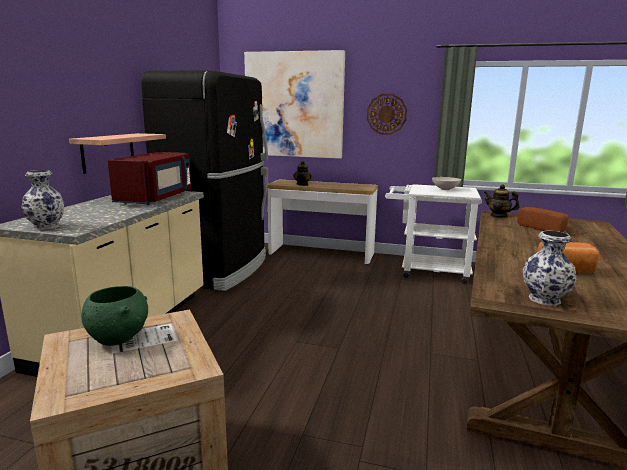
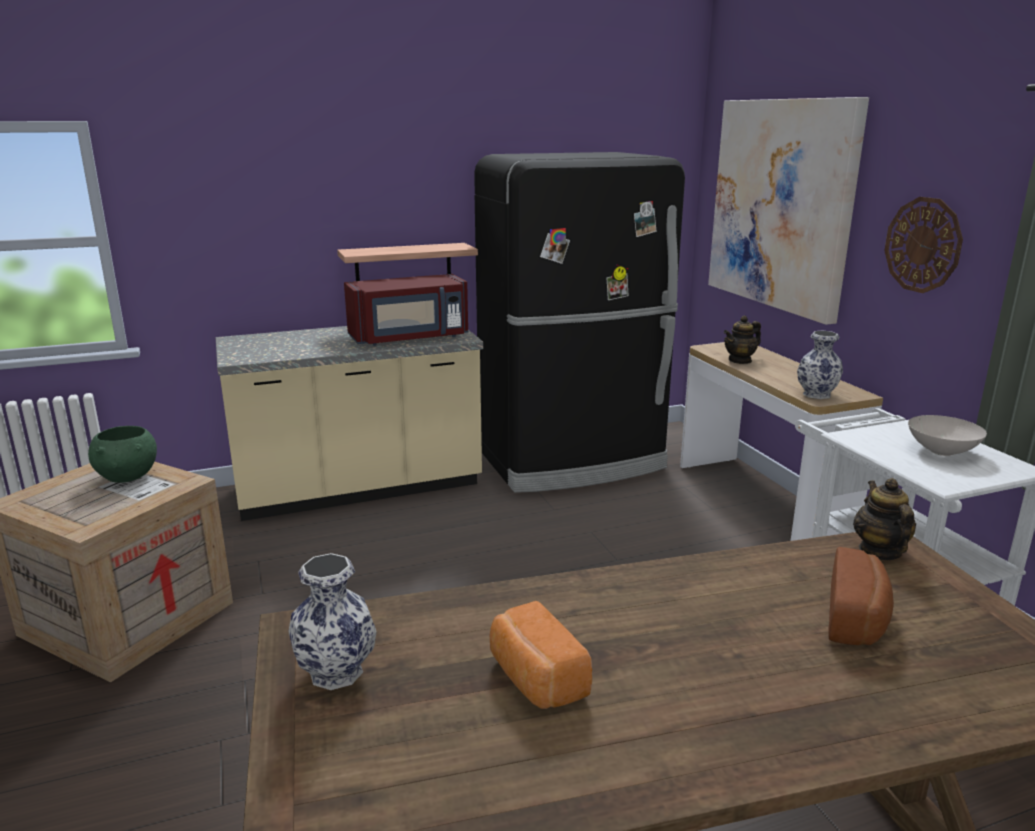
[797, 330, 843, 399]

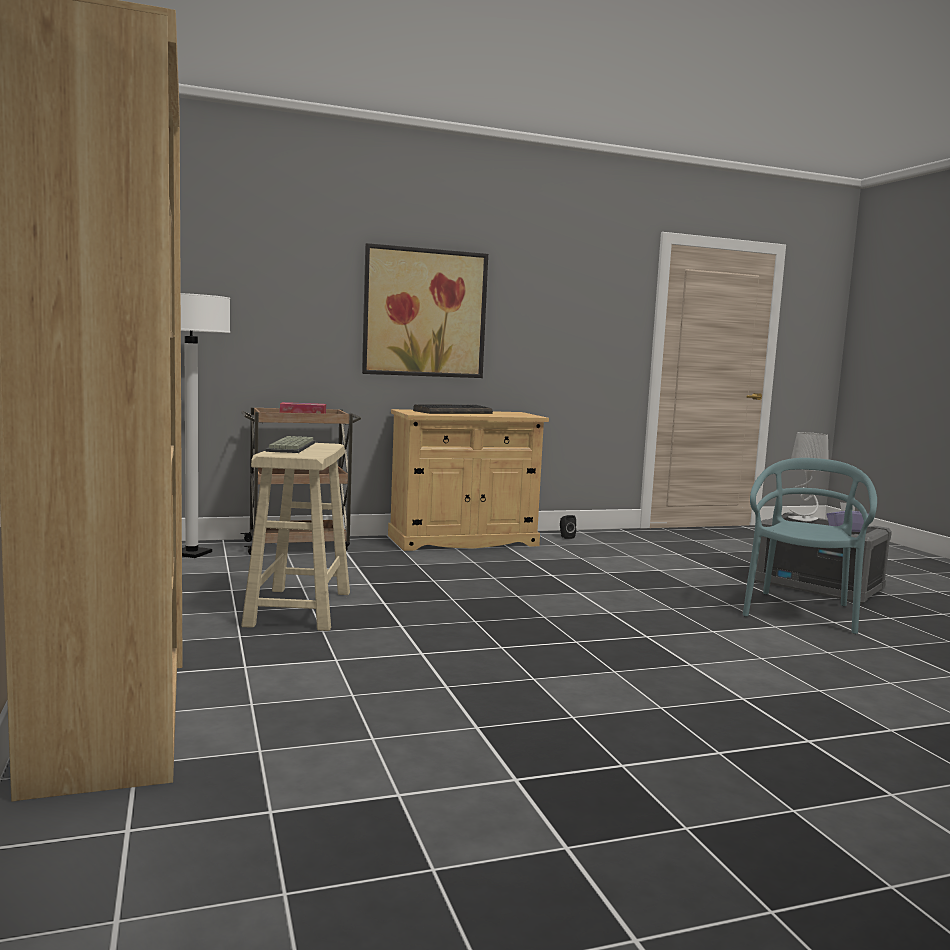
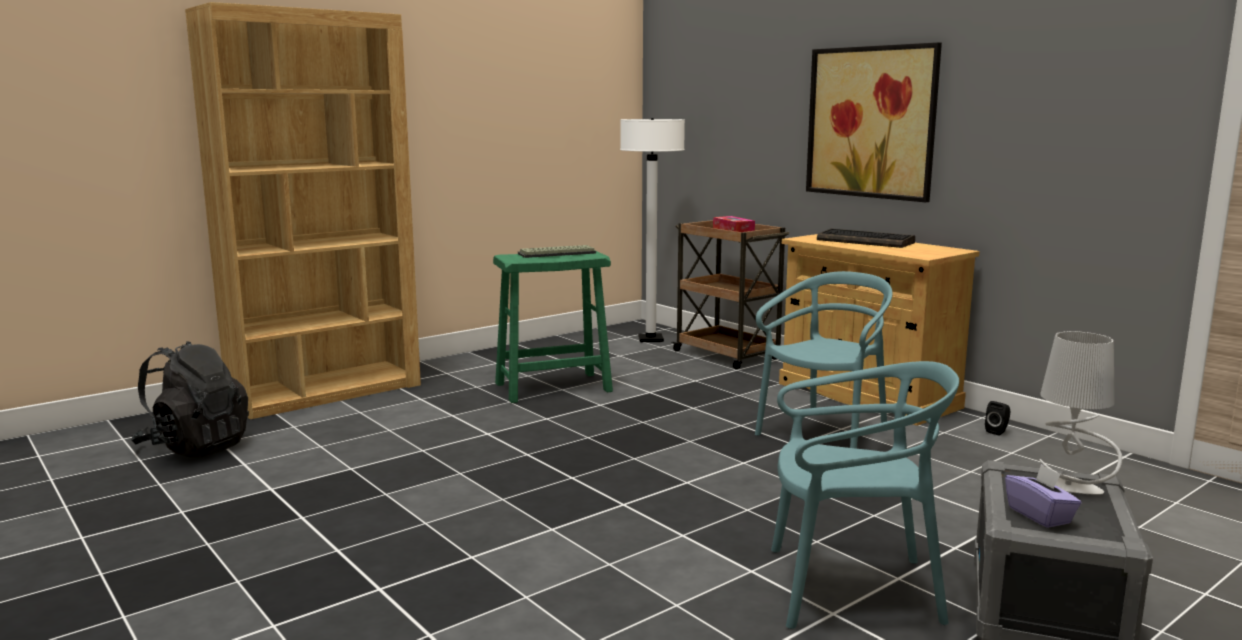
[131, 341, 249, 458]
[755, 271, 893, 449]
[493, 251, 613, 403]

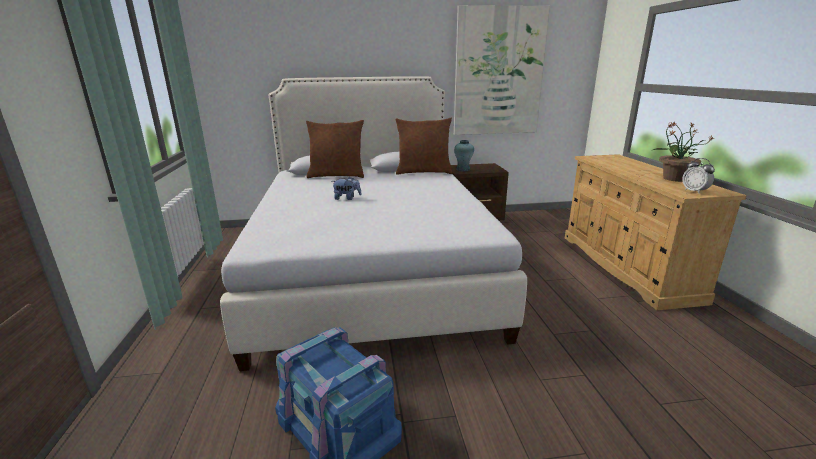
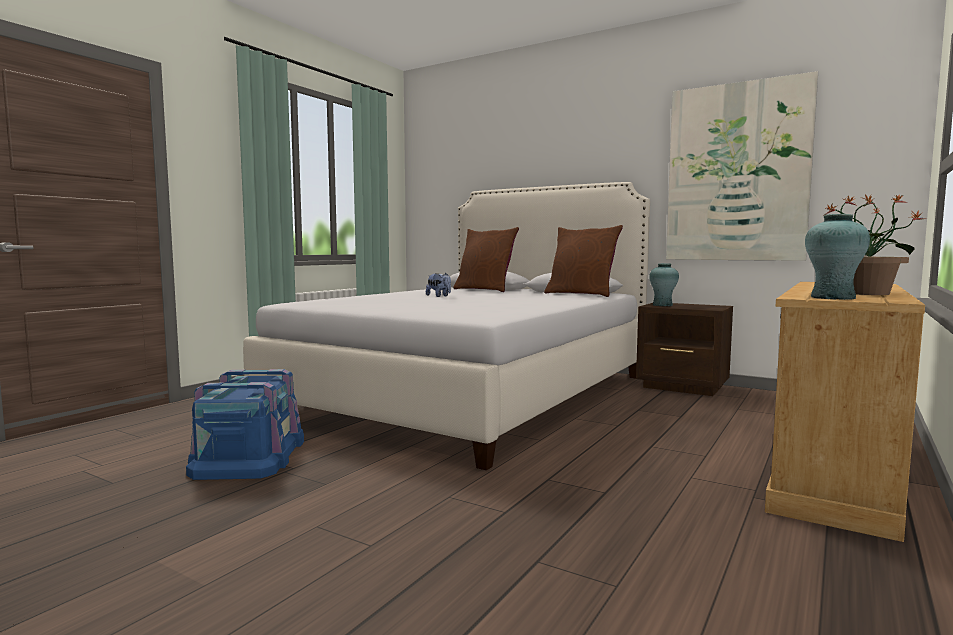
[805, 214, 870, 300]

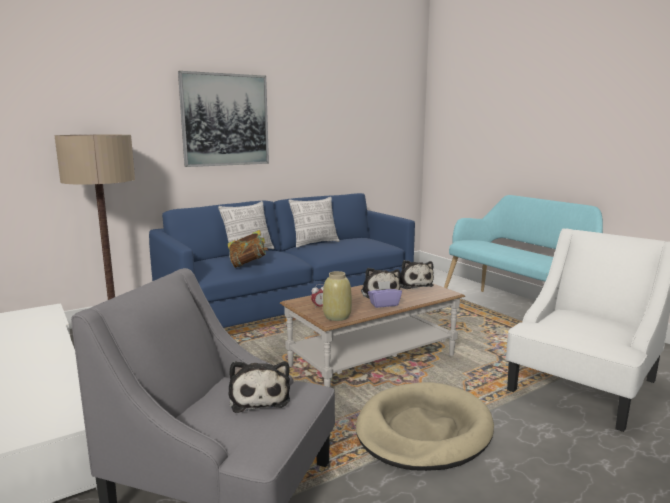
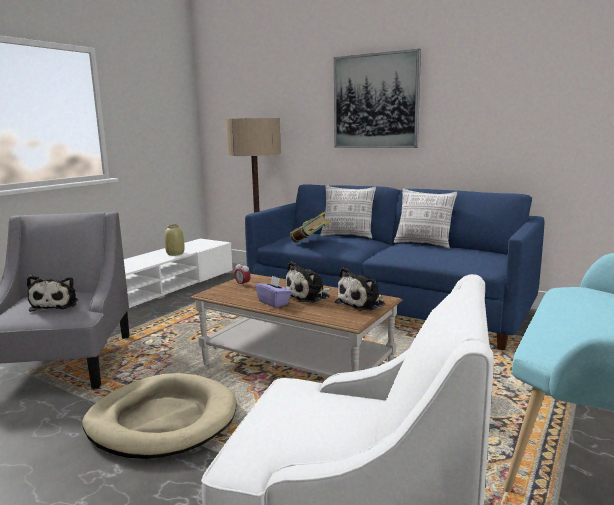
[165, 224, 185, 256]
[27, 275, 78, 312]

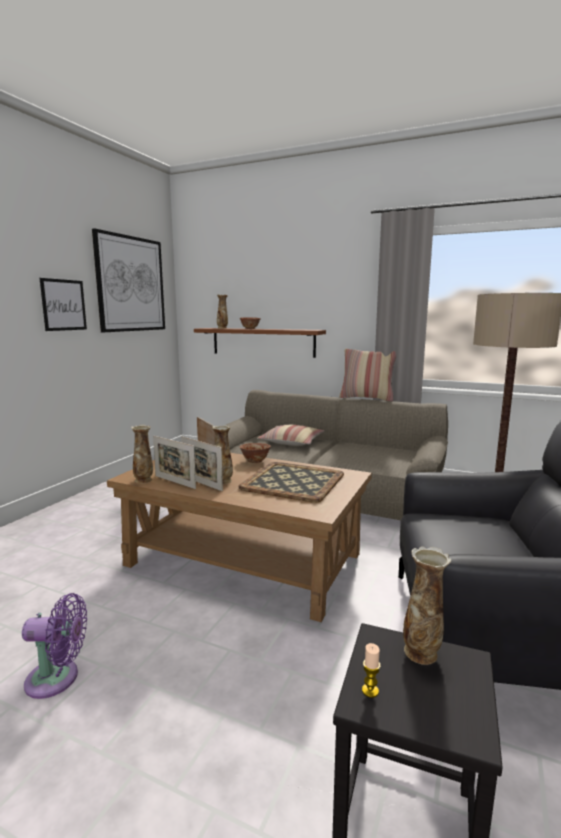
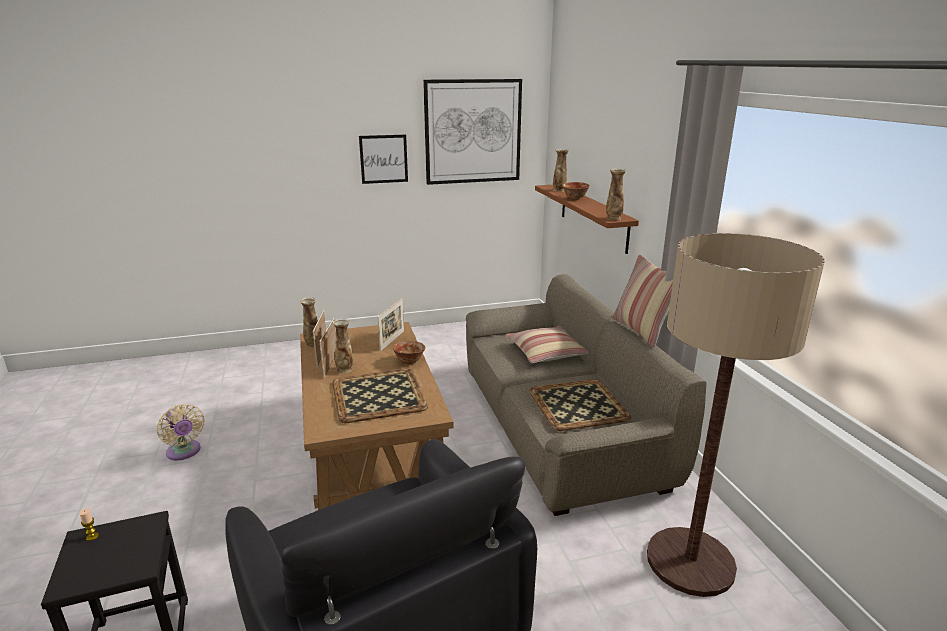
[529, 379, 631, 431]
[606, 168, 626, 221]
[157, 404, 205, 460]

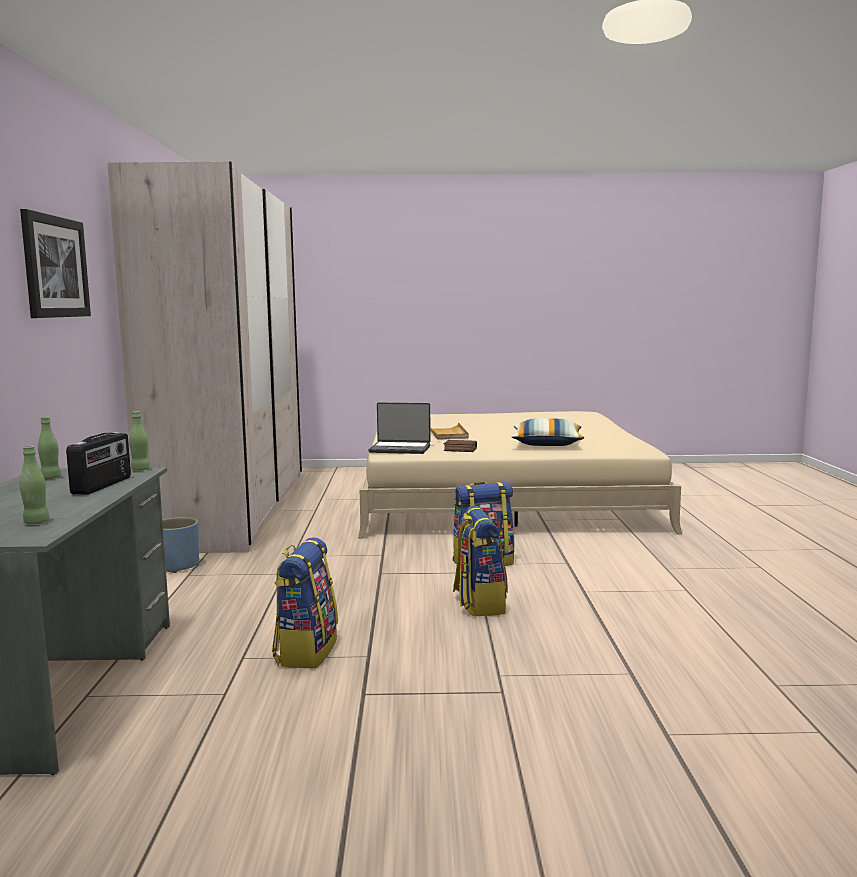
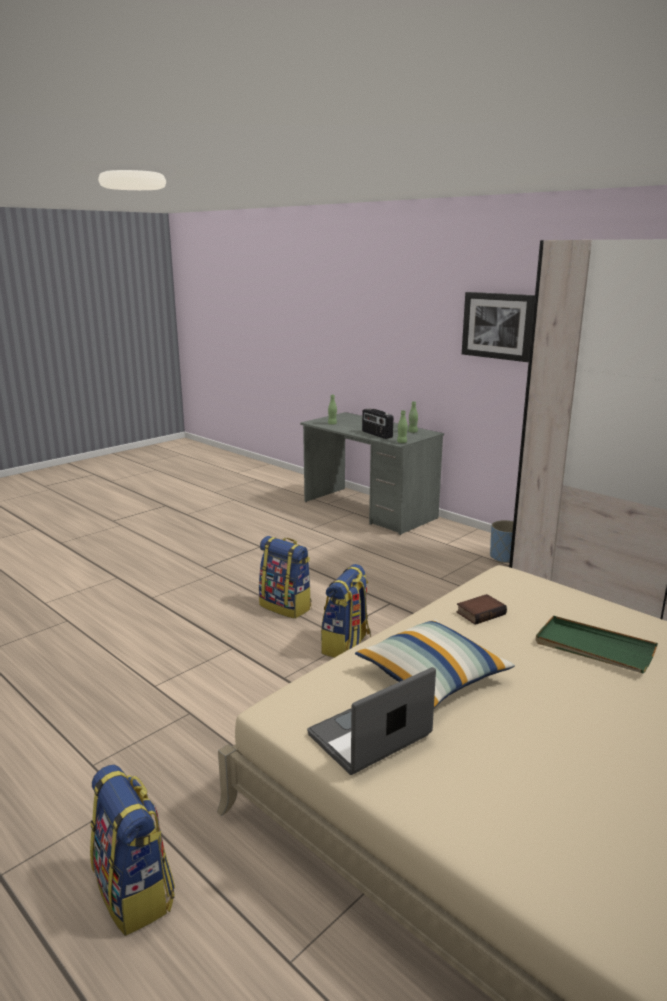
[90, 765, 175, 936]
[307, 667, 436, 775]
[535, 616, 658, 673]

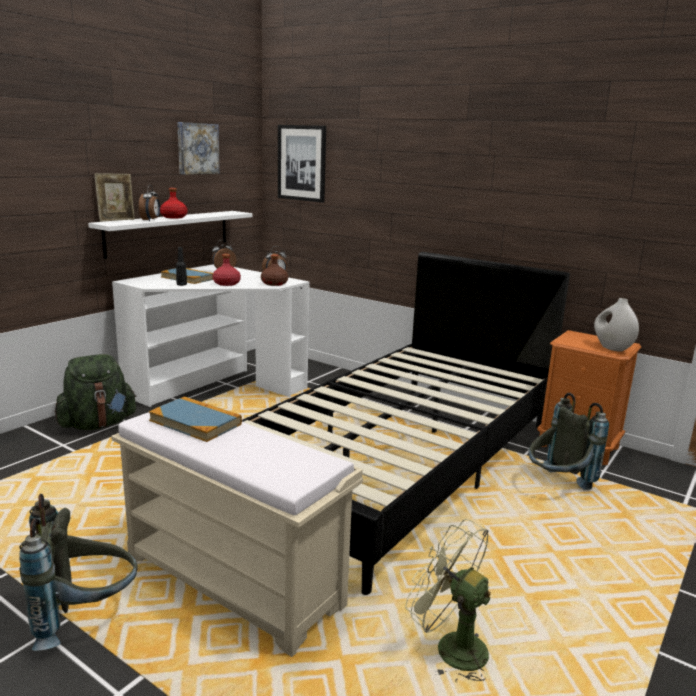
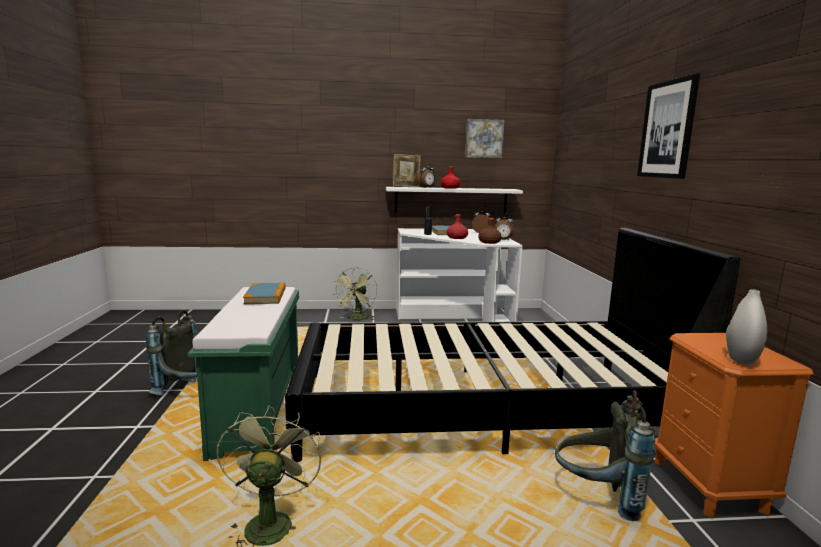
[637, 73, 700, 179]
[333, 267, 377, 320]
[188, 287, 299, 461]

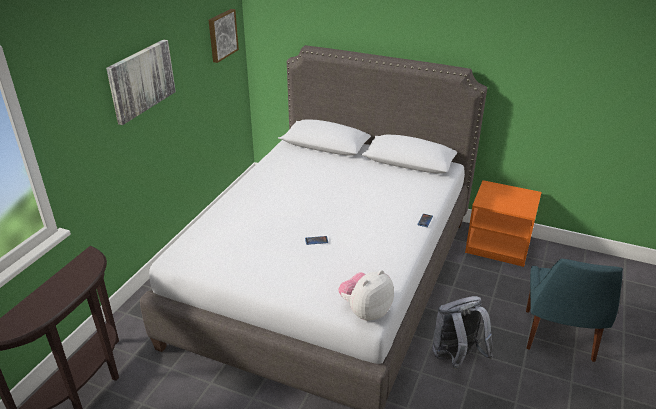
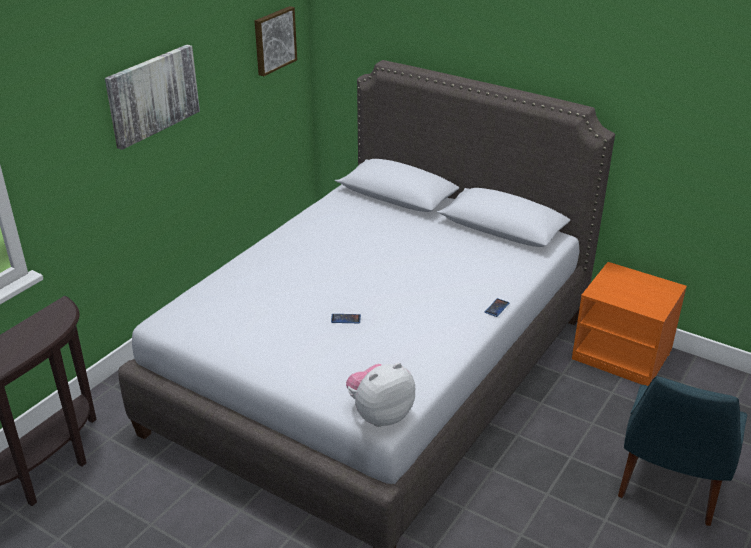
[432, 296, 493, 370] (first image)

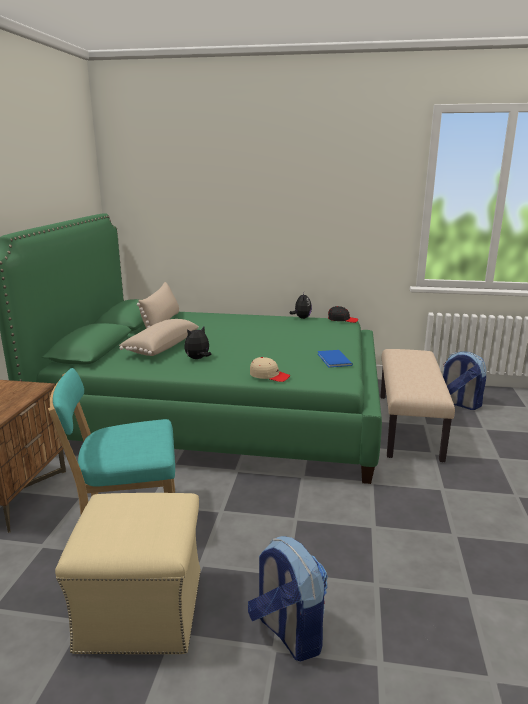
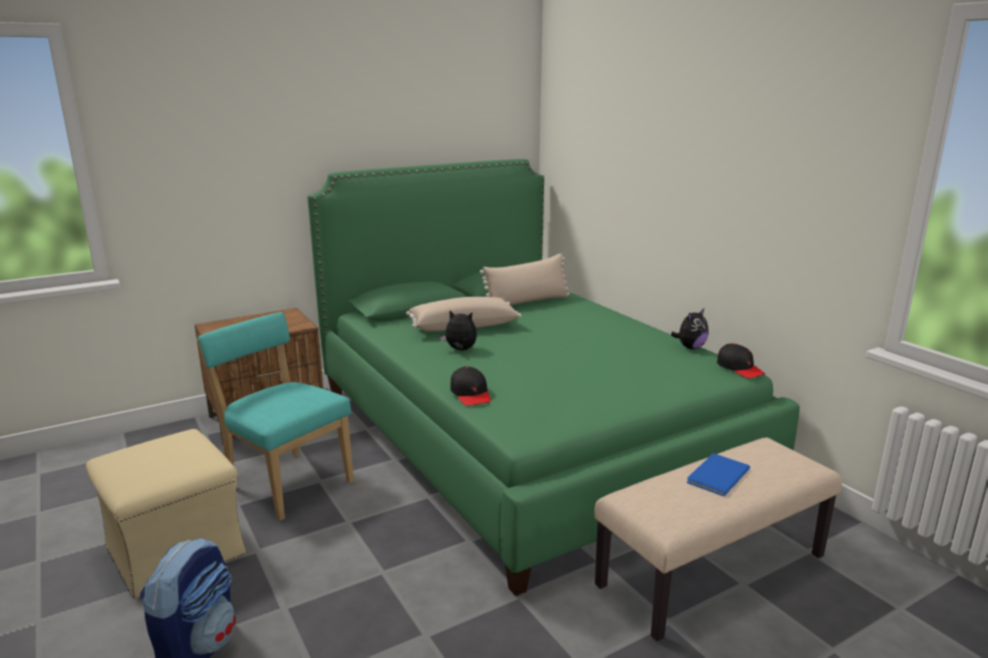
[443, 352, 486, 410] (first image)
[687, 453, 750, 496]
[450, 366, 491, 406]

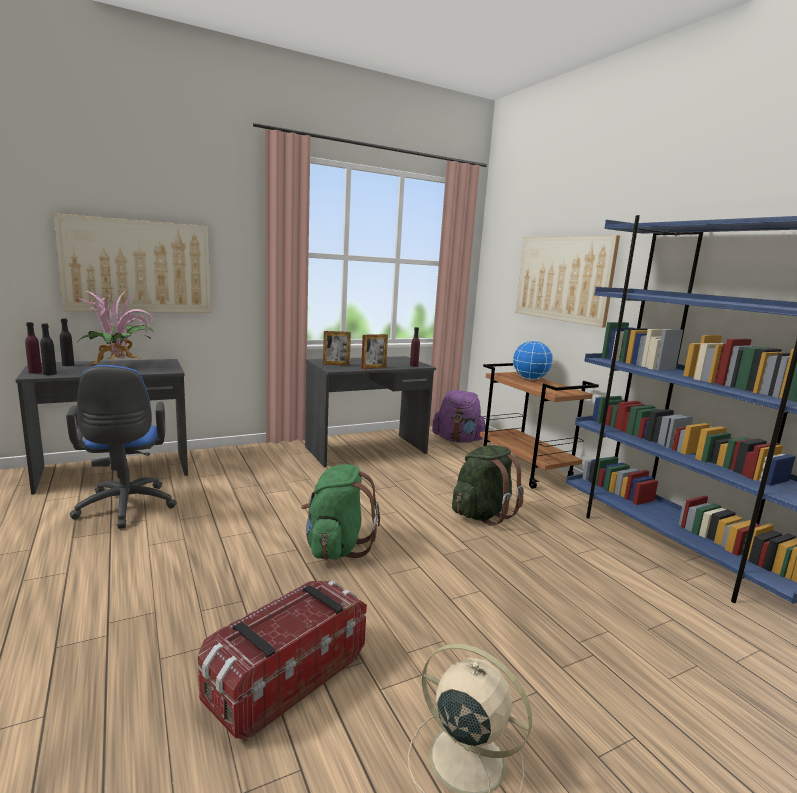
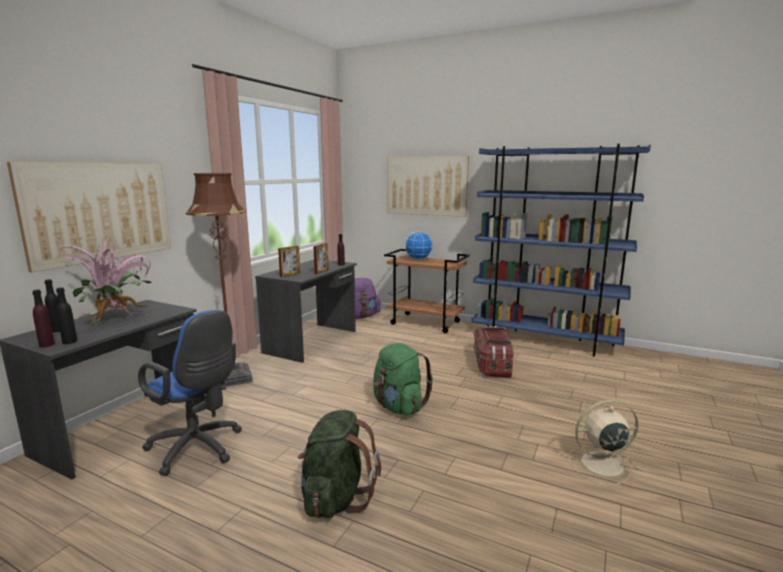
[186, 173, 253, 387]
[474, 326, 514, 378]
[298, 410, 381, 518]

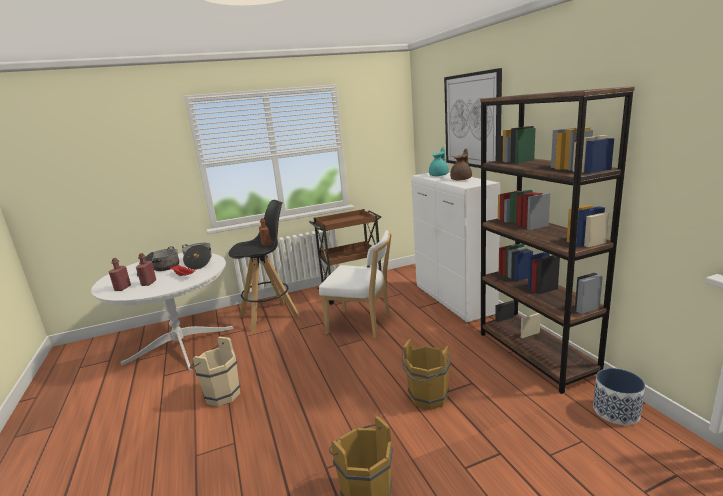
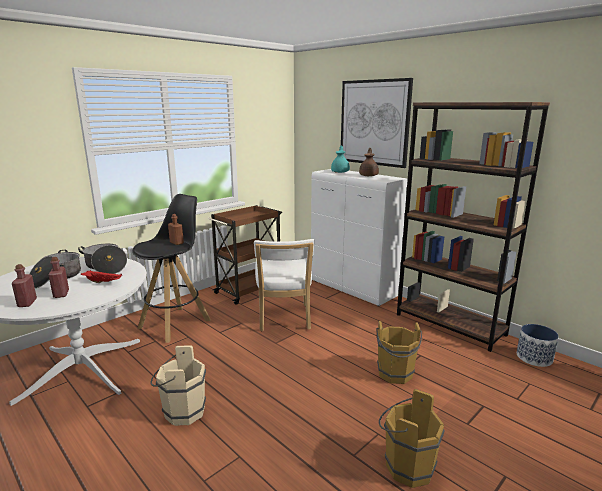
[254, 239, 315, 331]

